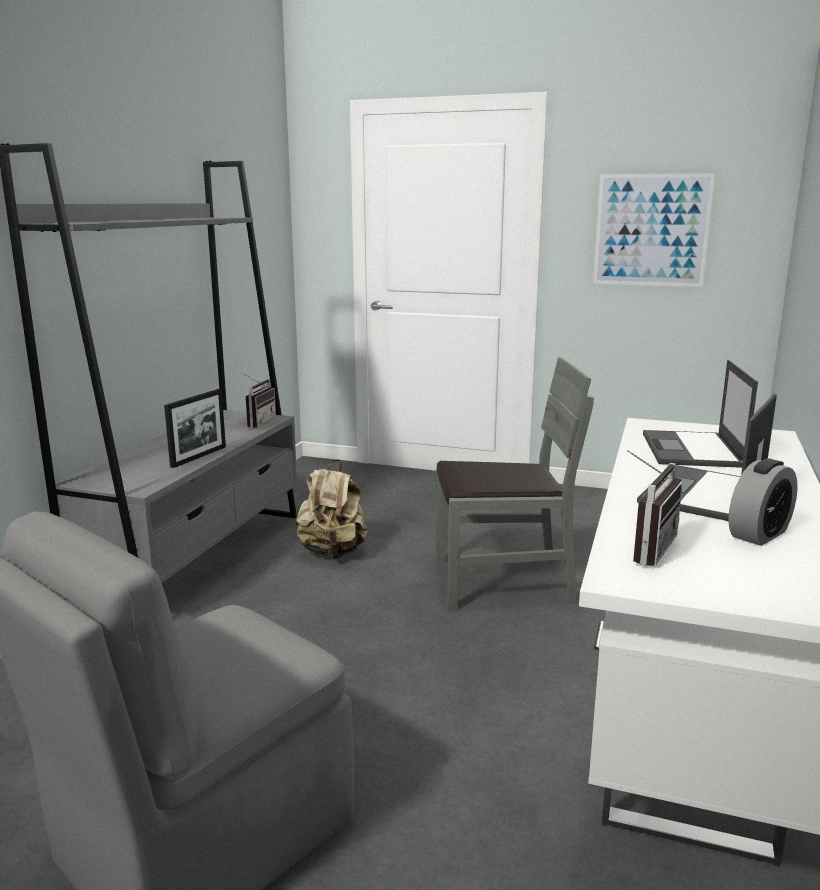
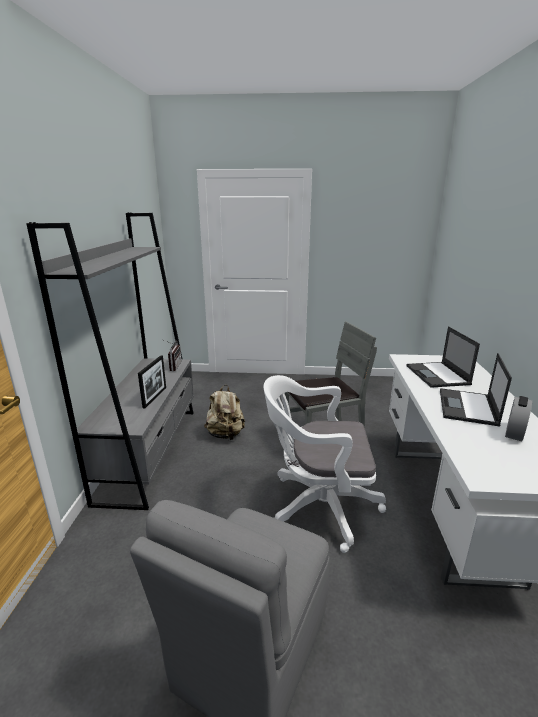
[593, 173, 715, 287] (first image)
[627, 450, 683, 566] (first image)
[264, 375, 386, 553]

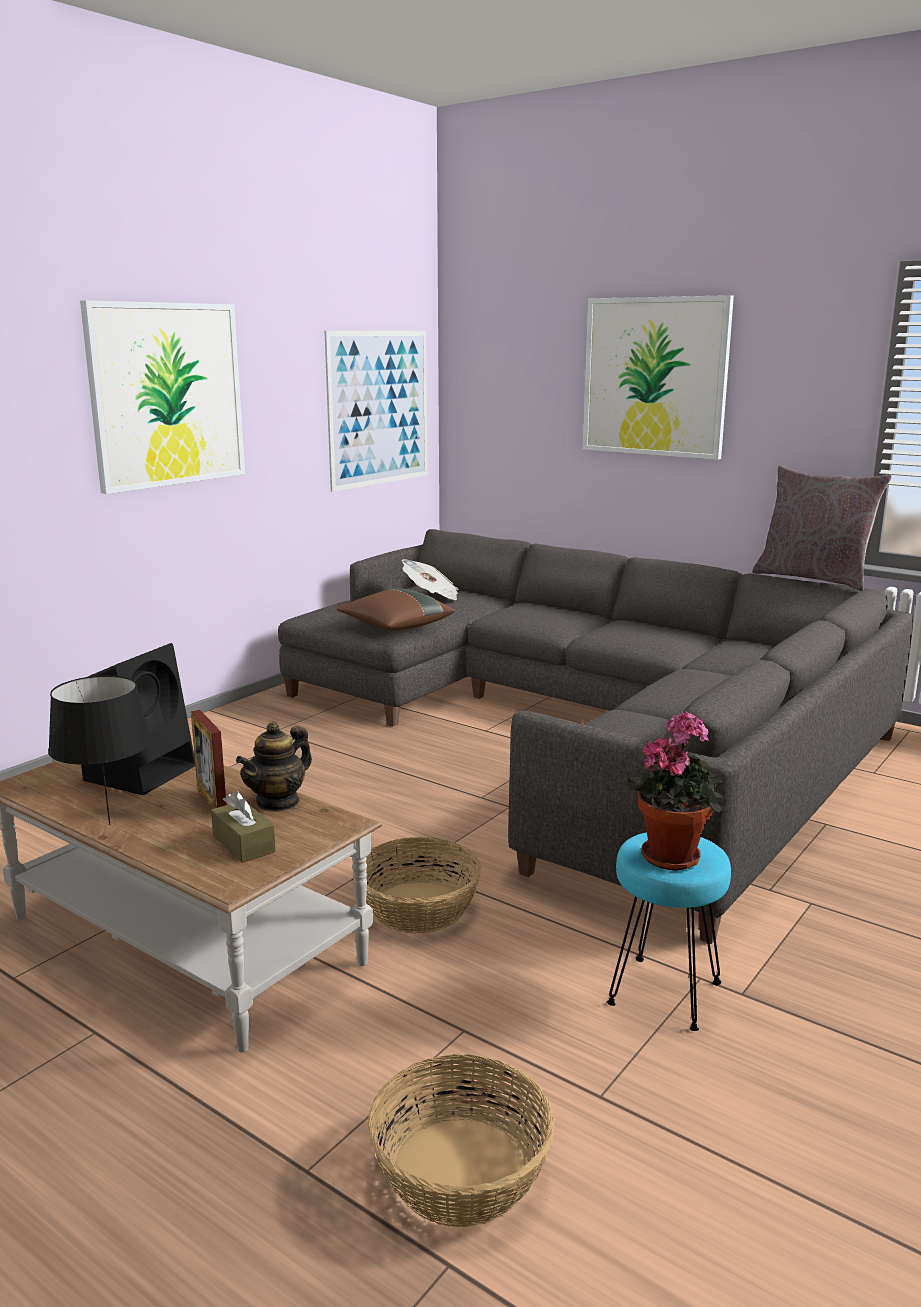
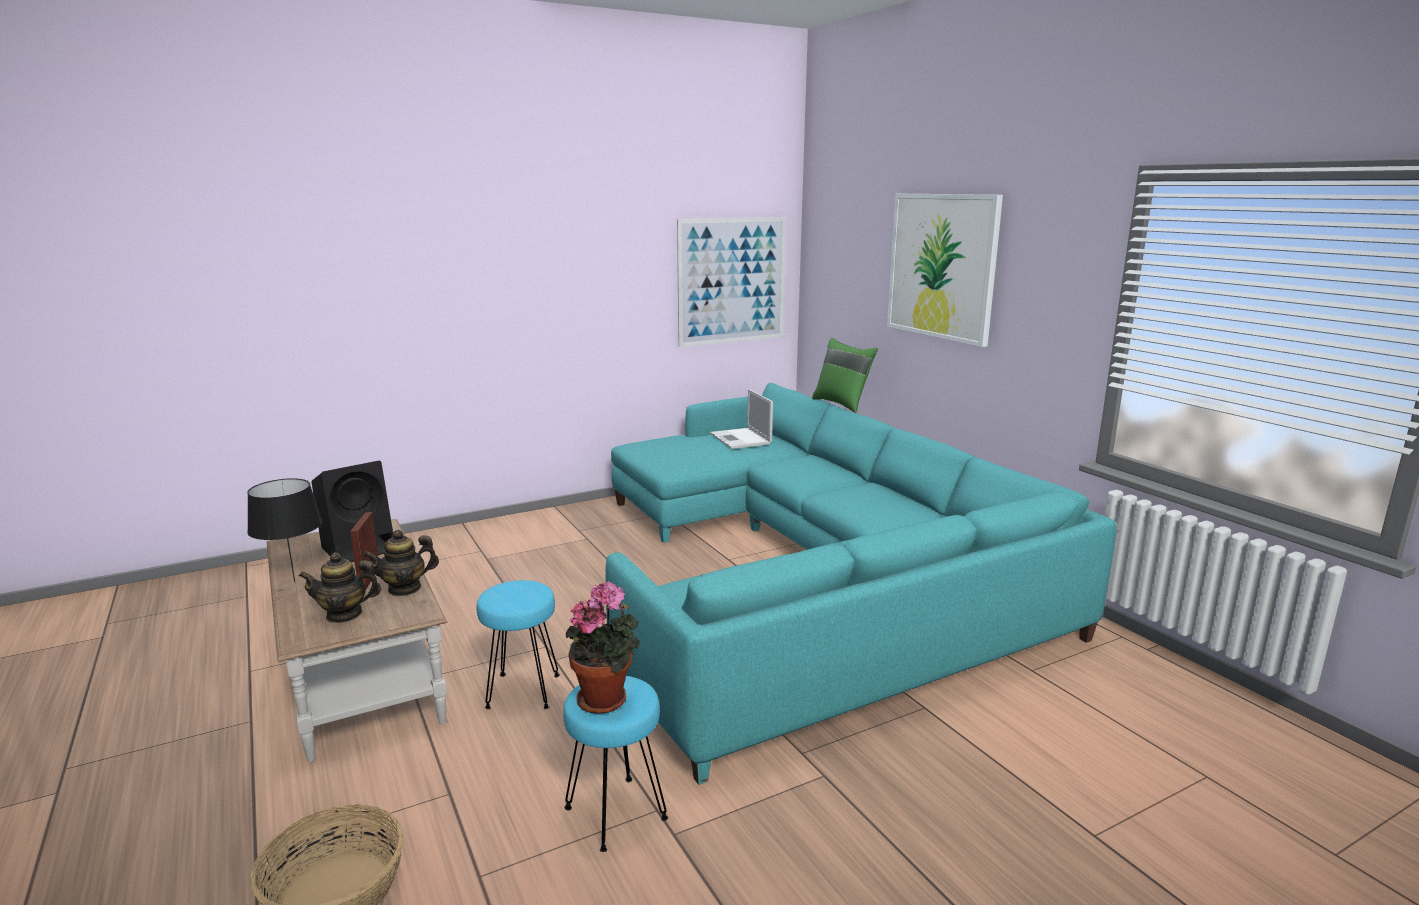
[80, 300, 245, 494] (first image)
[336, 589, 455, 631] (first image)
[752, 466, 892, 591] (first image)
[812, 338, 878, 413]
[299, 552, 381, 623]
[477, 580, 560, 709]
[710, 389, 773, 449]
[605, 383, 1117, 785]

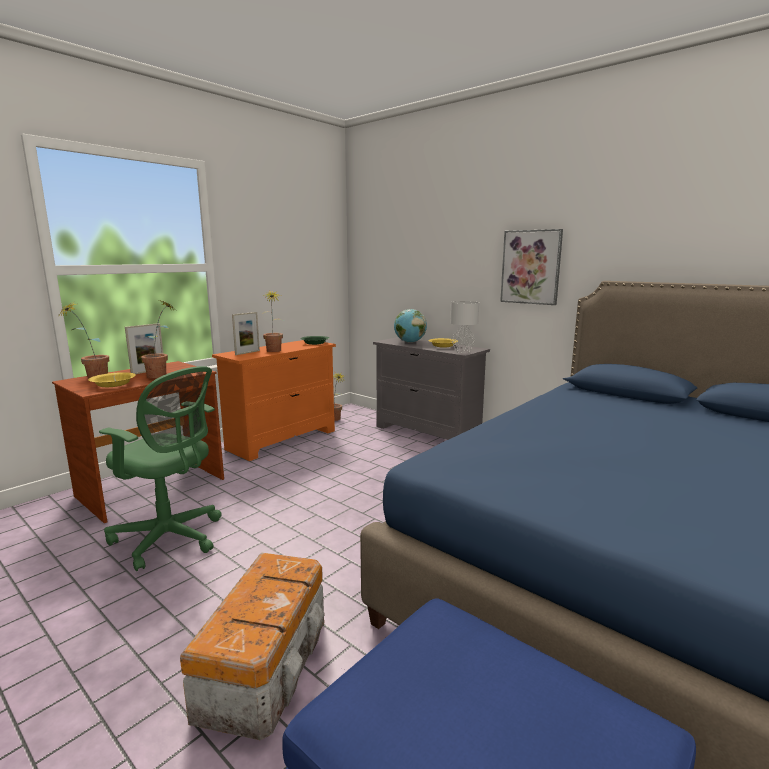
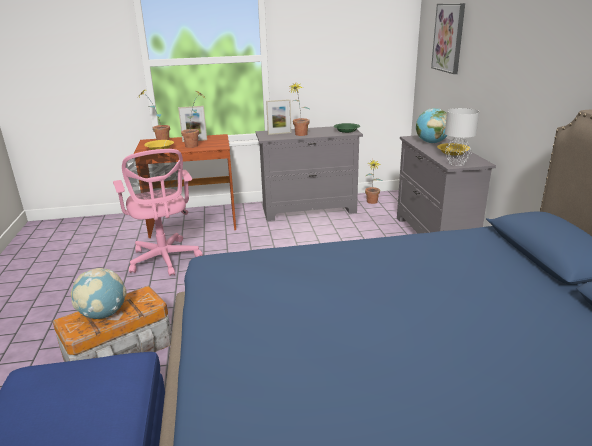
[71, 268, 127, 319]
[431, 3, 465, 74]
[113, 149, 203, 276]
[256, 126, 363, 221]

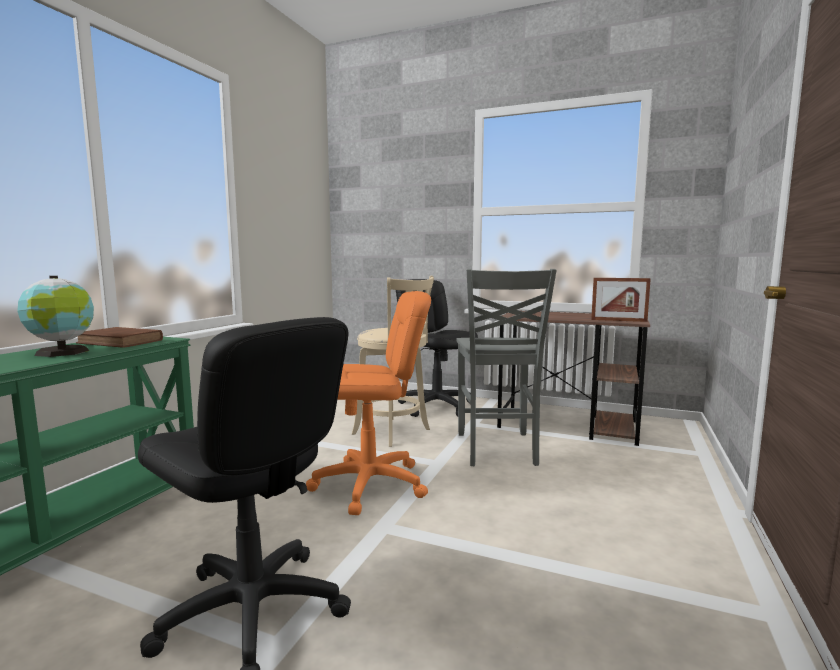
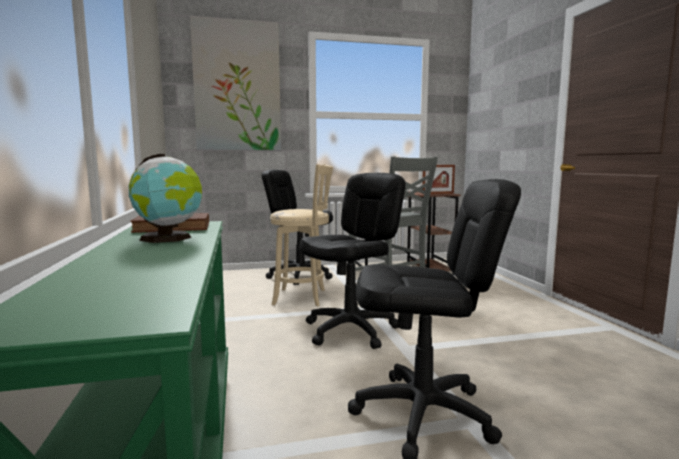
[190, 16, 281, 150]
[300, 173, 406, 349]

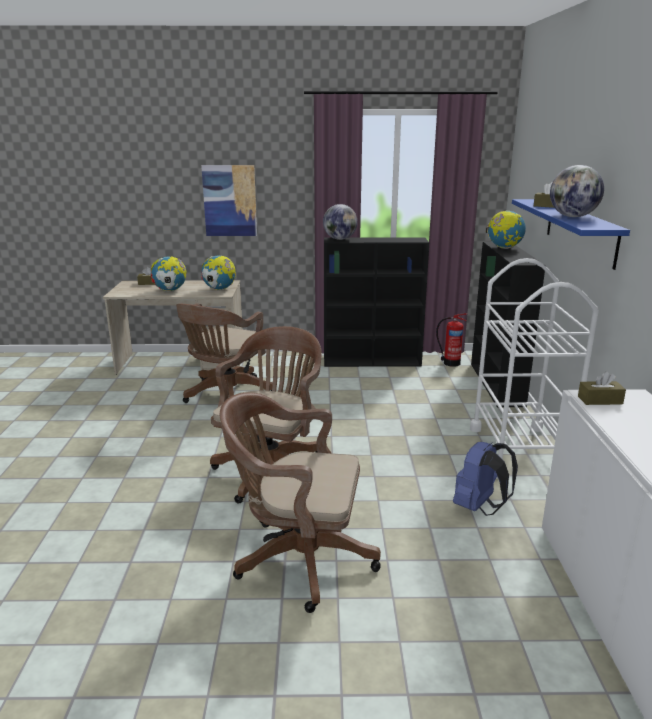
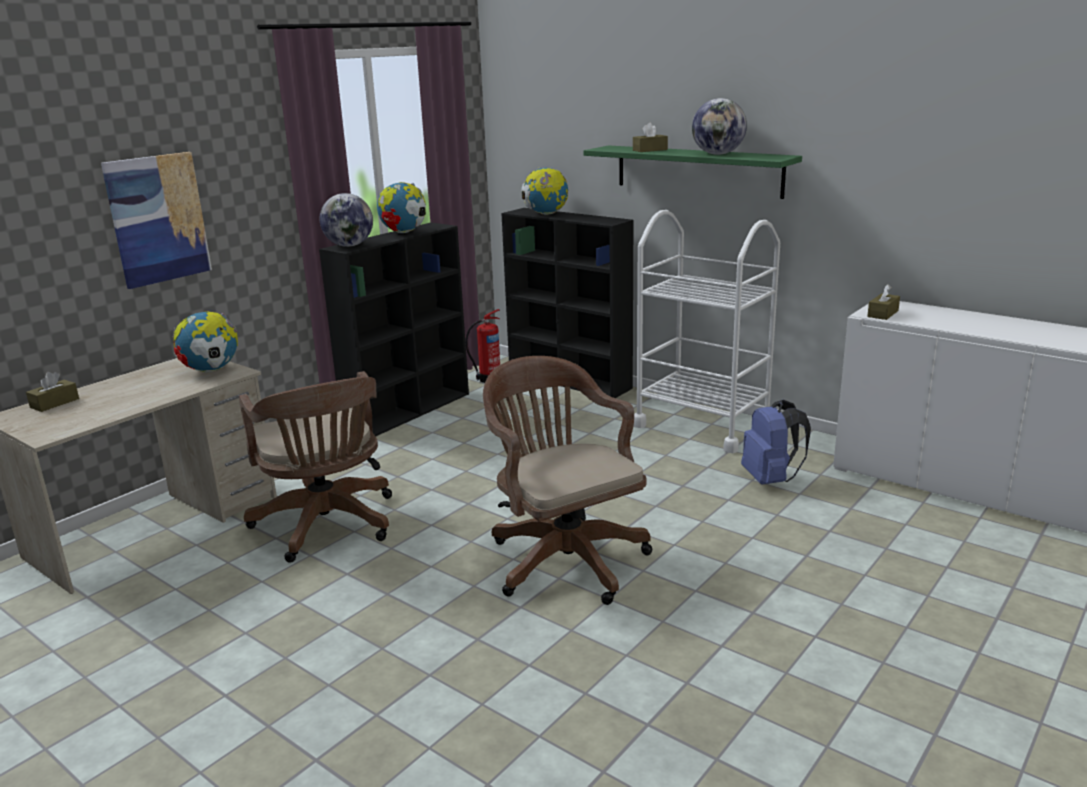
[220, 393, 381, 613] (first image)
[377, 182, 426, 233]
[584, 145, 802, 199]

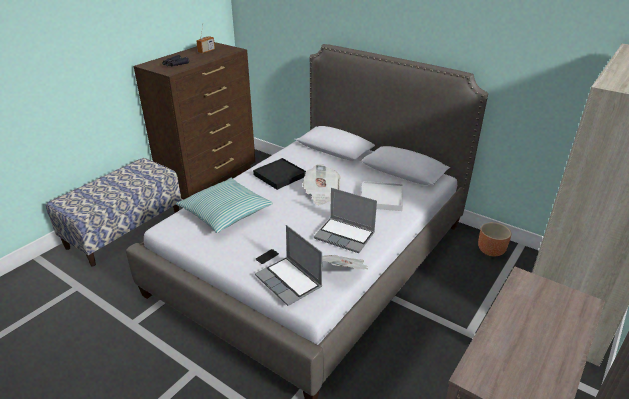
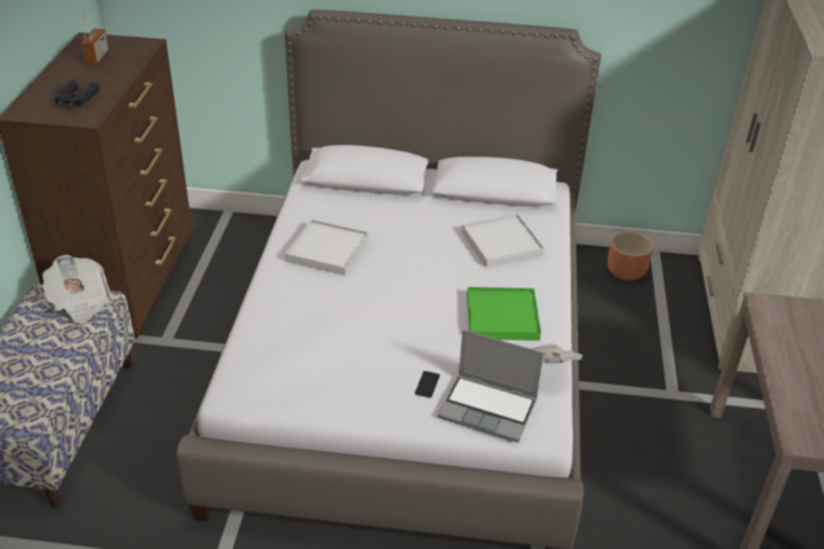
[176, 178, 273, 233] (first image)
[42, 255, 111, 324]
[467, 287, 541, 341]
[285, 219, 369, 276]

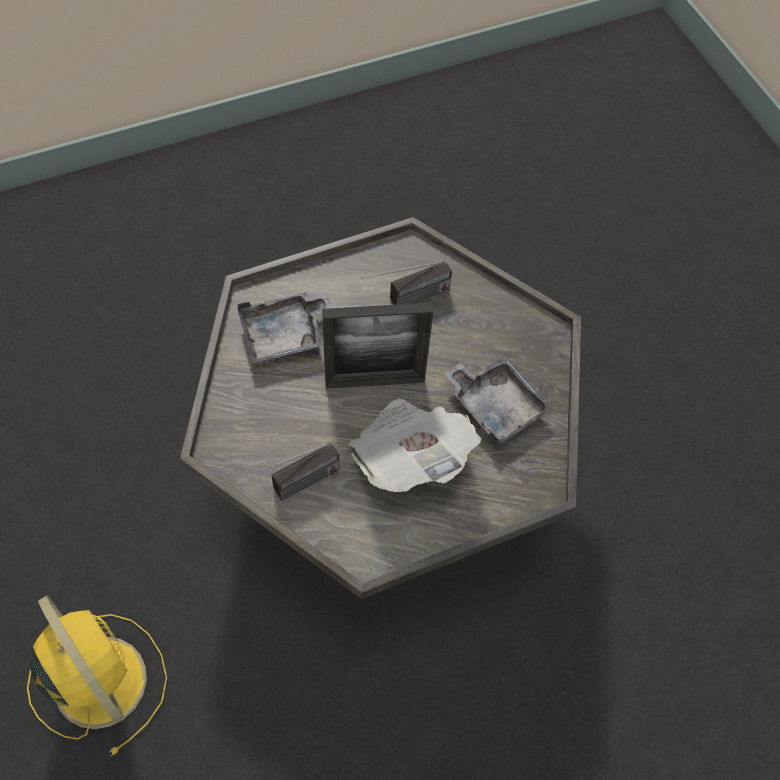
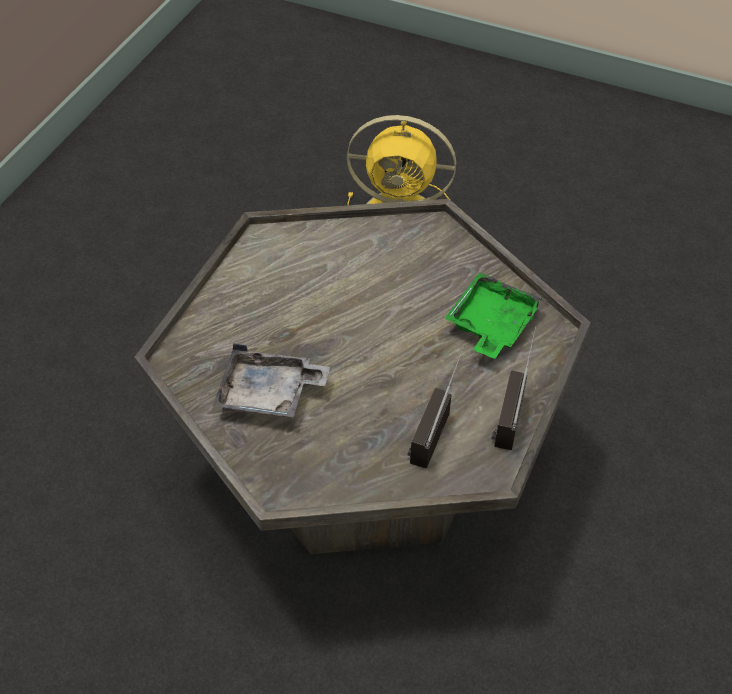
[322, 303, 433, 389] (first image)
[347, 399, 481, 492] (first image)
[491, 326, 536, 450]
[445, 272, 544, 359]

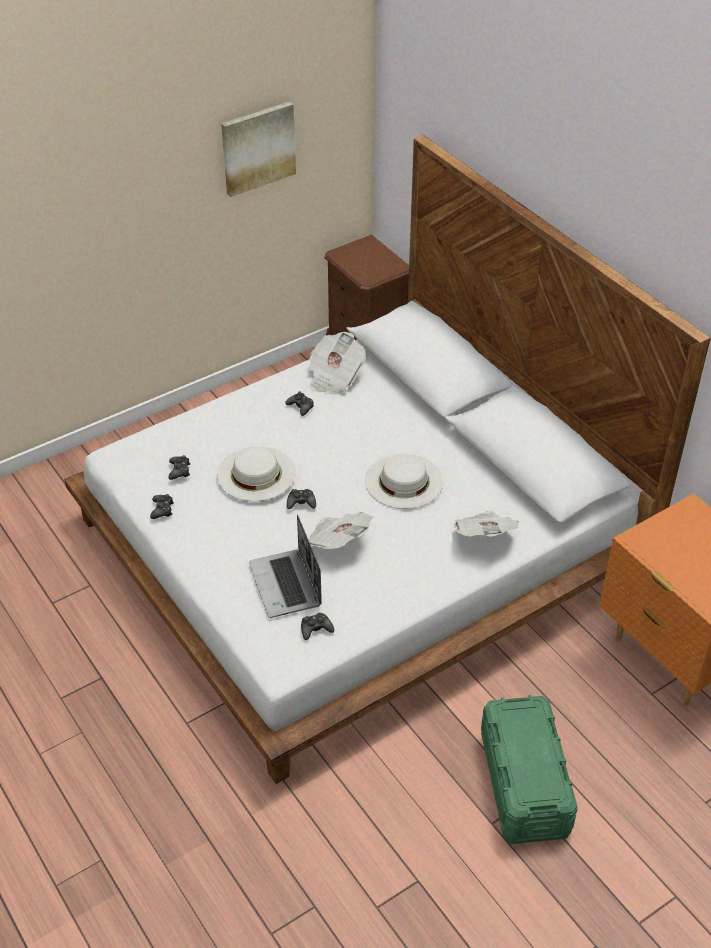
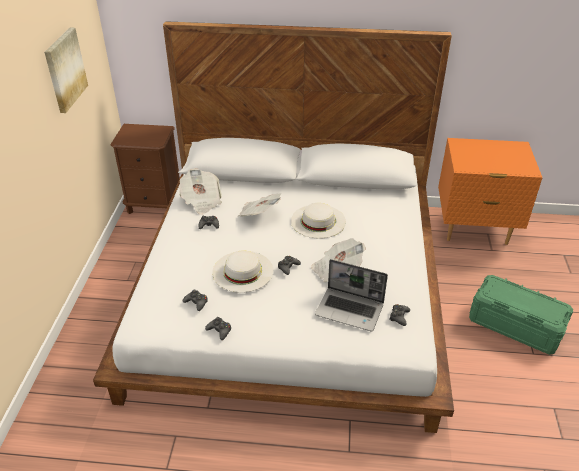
[237, 193, 282, 217]

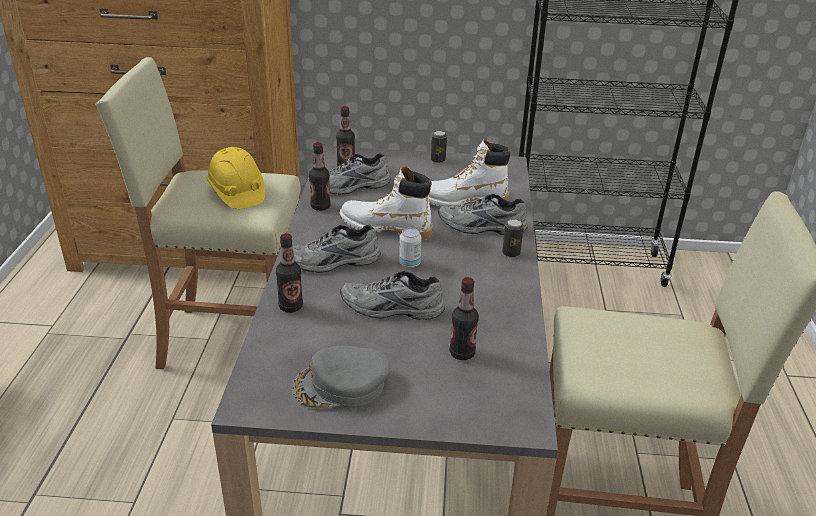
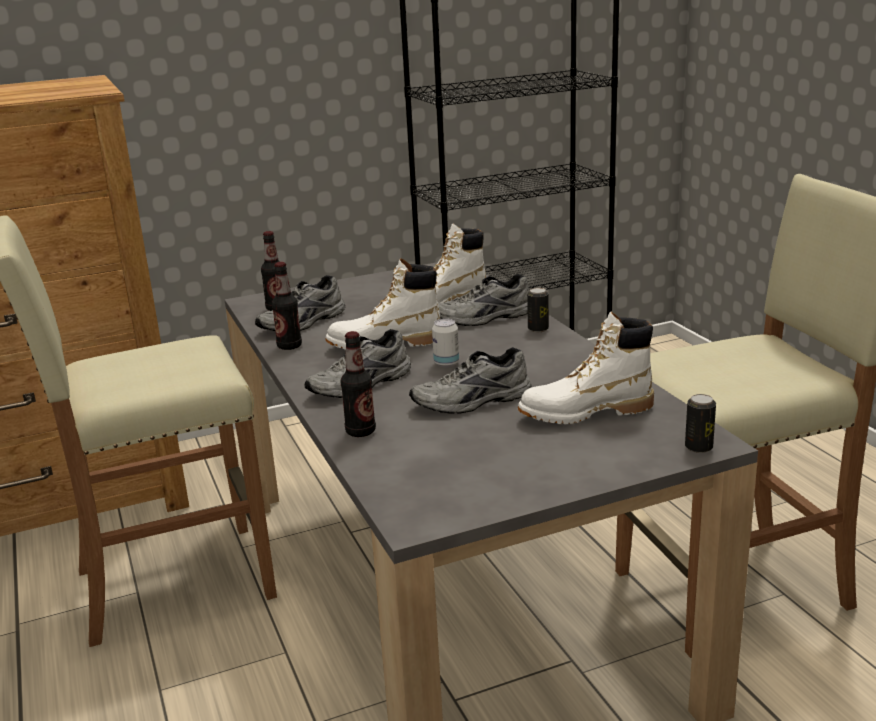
[206, 147, 265, 209] (first image)
[291, 345, 390, 408] (first image)
[685, 394, 716, 453]
[518, 311, 654, 424]

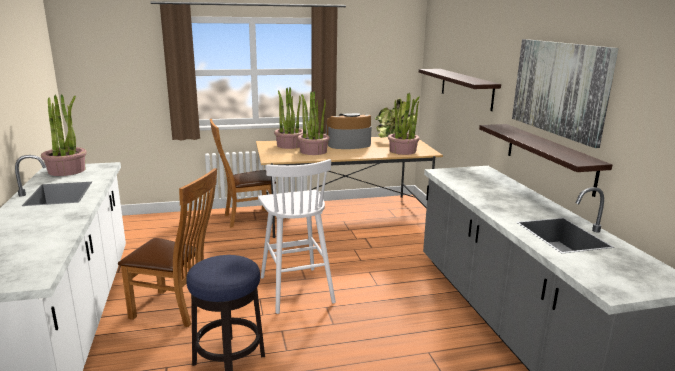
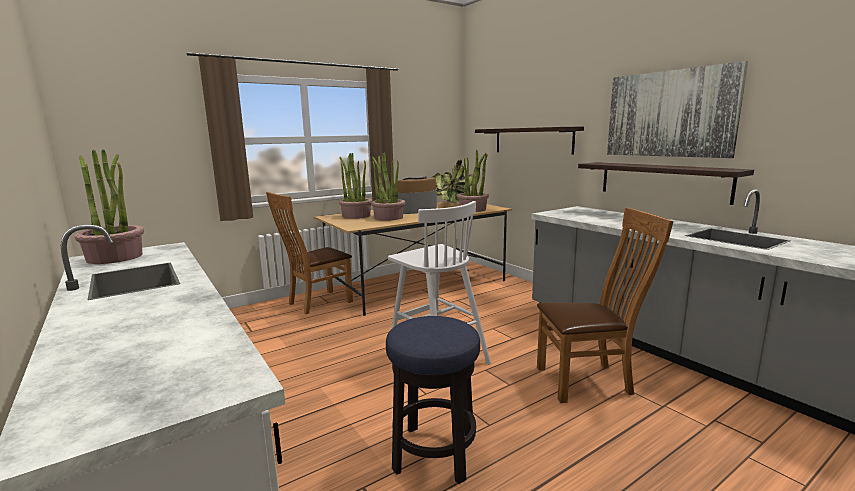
[537, 208, 674, 403]

